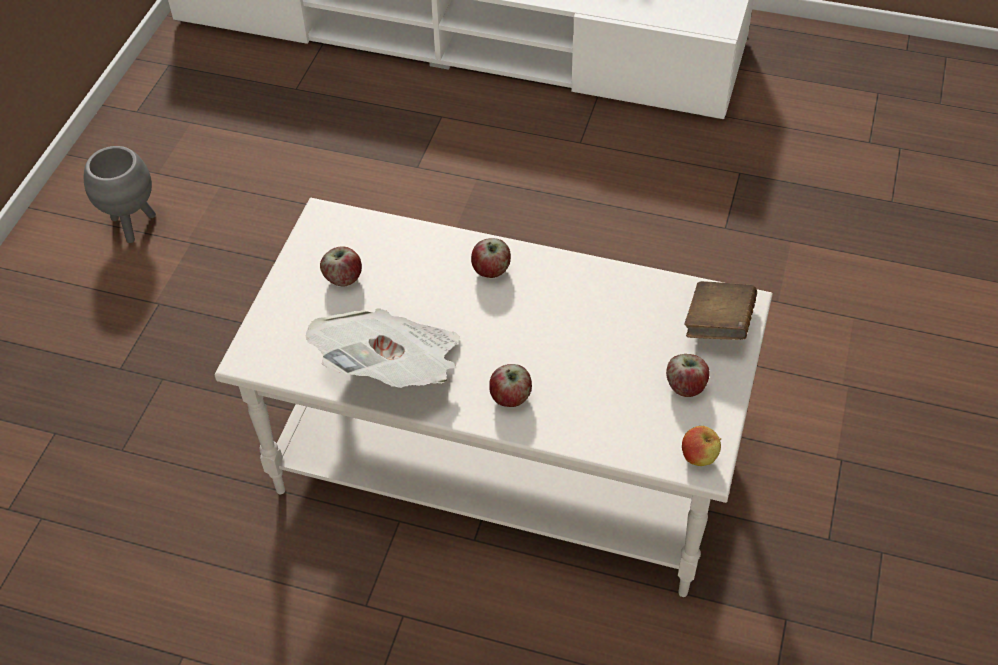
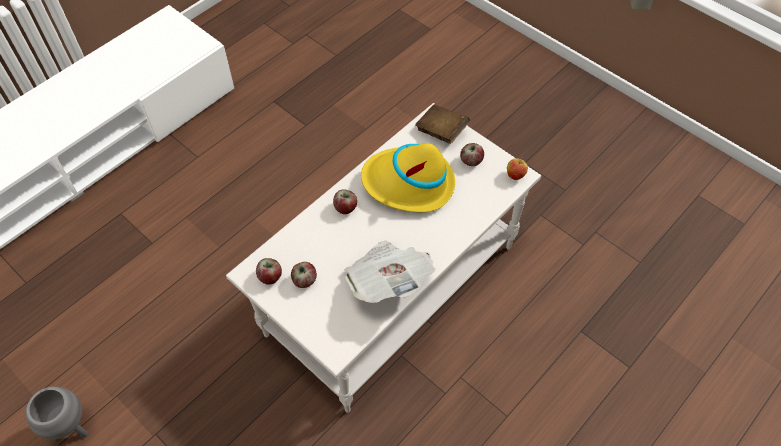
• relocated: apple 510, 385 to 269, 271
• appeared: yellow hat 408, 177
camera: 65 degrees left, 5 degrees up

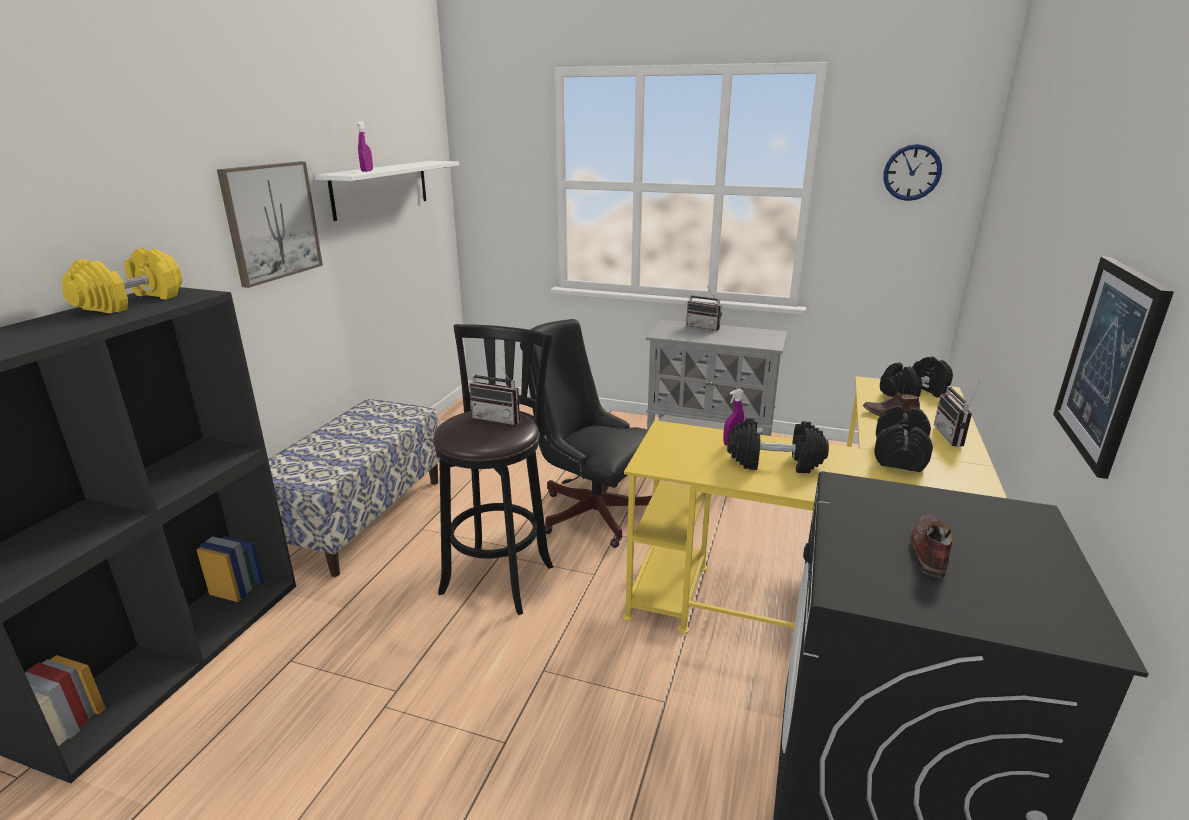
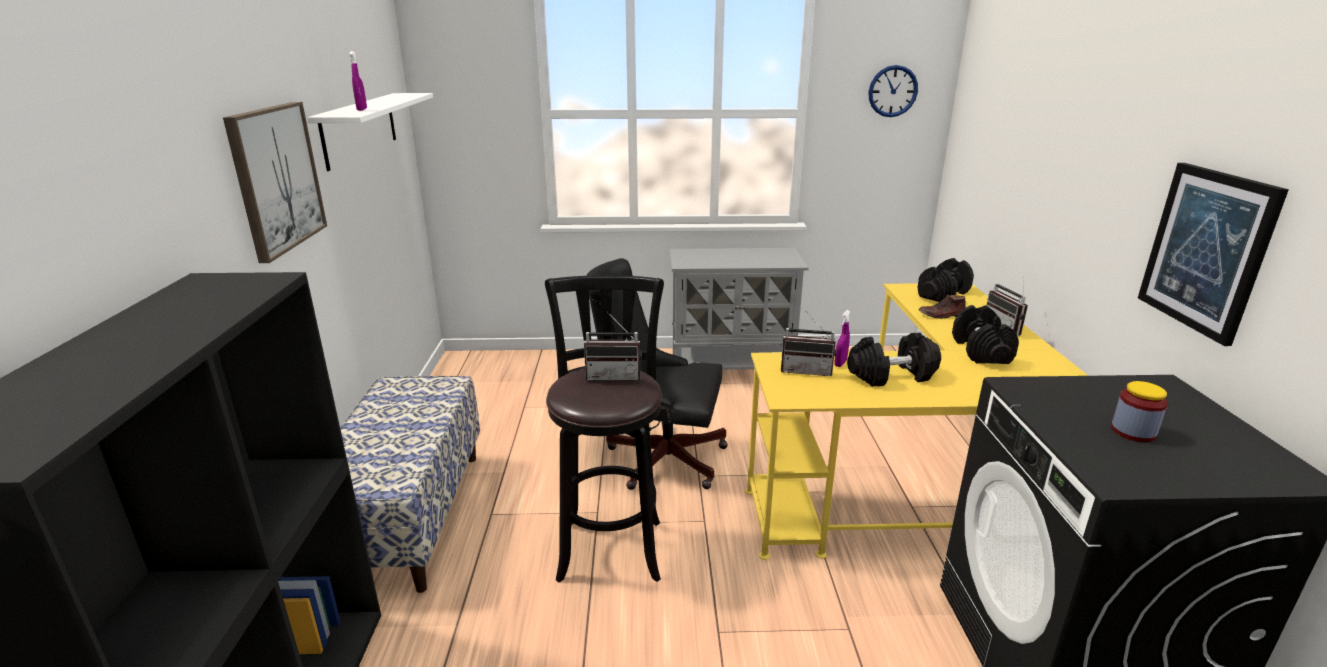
• relocated: radio 704, 308 to 808, 344
• exchanged: brown shoe 931, 546 to jar 1139, 411
• missing: yellow dumbbell 122, 280
camera: 20 degrees left, 0 degrees up

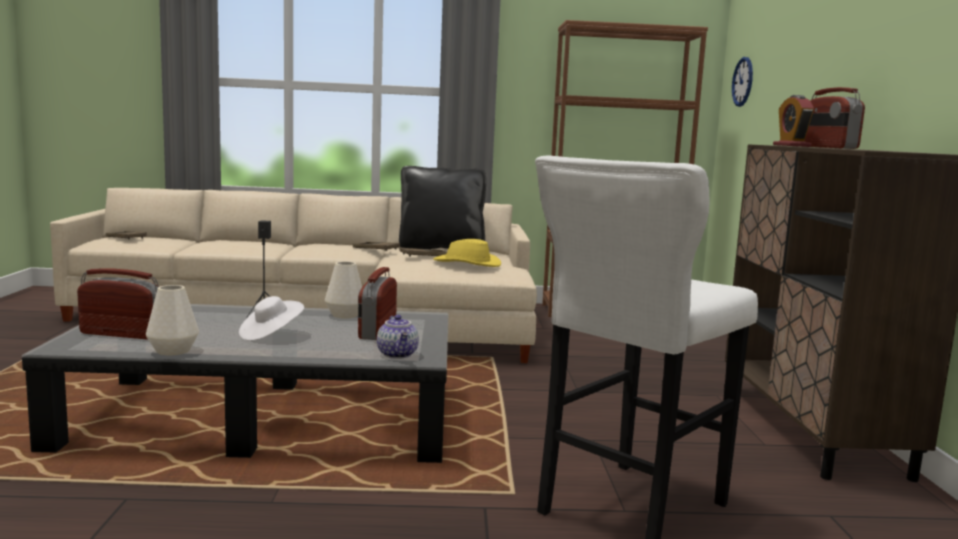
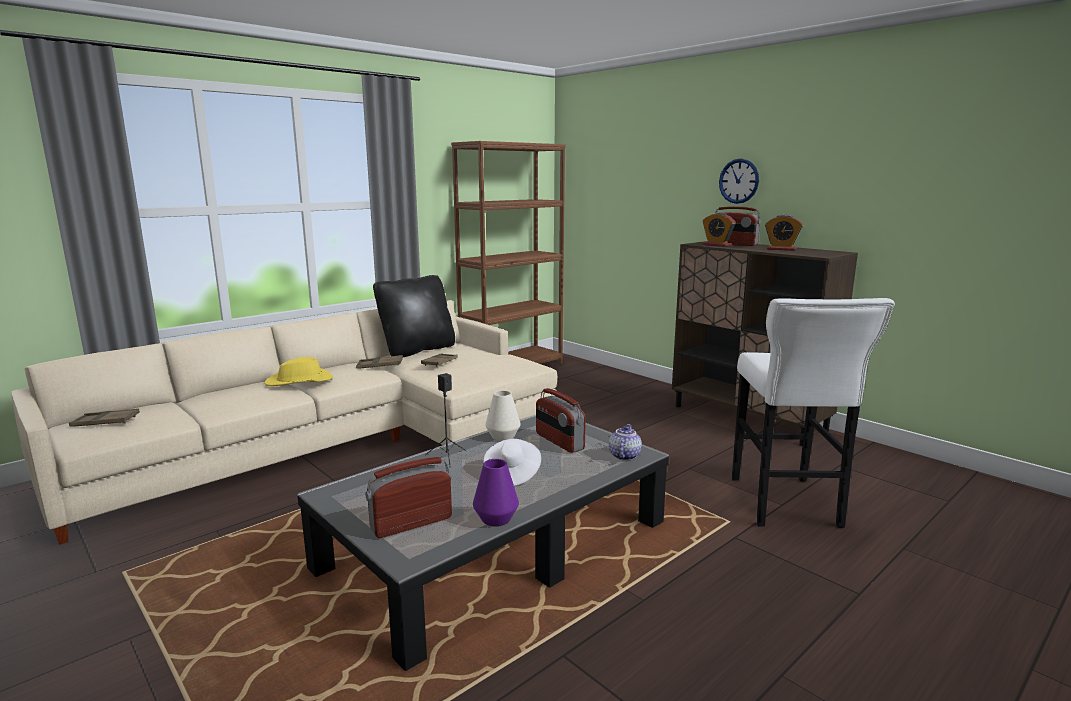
• relocated: yellow hat 467, 253 to 298, 371
• colour: white vase 172, 320 to purple vase 496, 492
• spun: teapot 398, 337 = 625, 442 105 degrees counterclockwise
• relocated: wall clock 742, 82 to 739, 181
• appeared: alarm clock 784, 233
camera: 40 degrees left, 5 degrees up

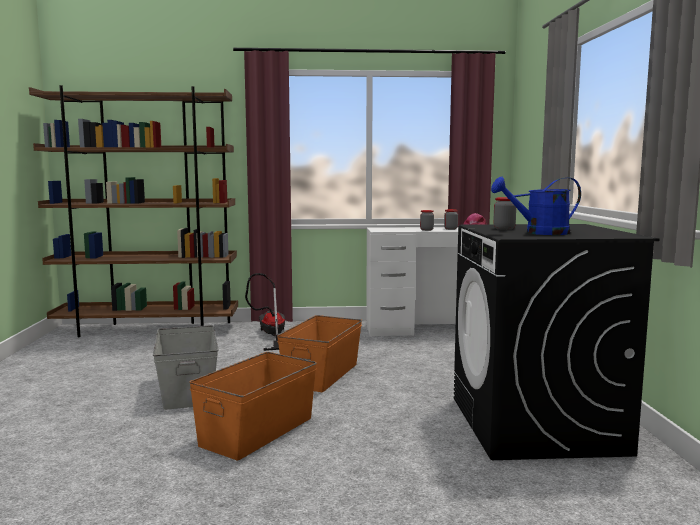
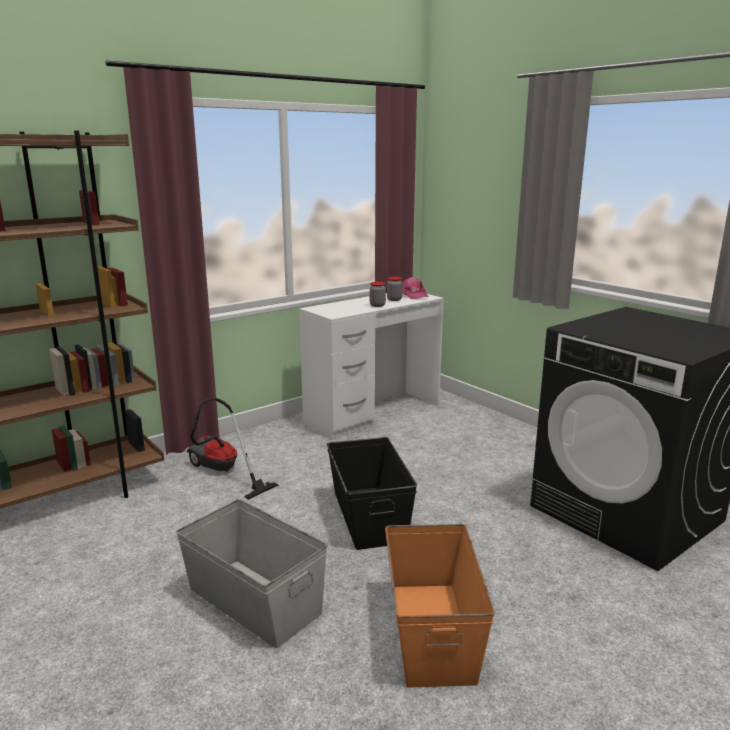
• colour: orange storage box 319, 353 to black storage box 372, 493
• missing: blue watering can 536, 206
• missing: jar 504, 213
camera: 35 degrees left, 10 degrees up

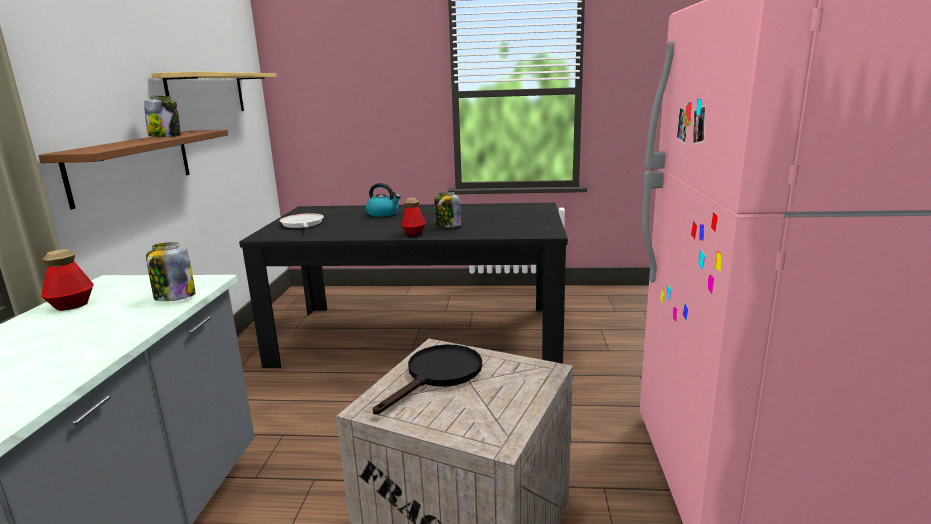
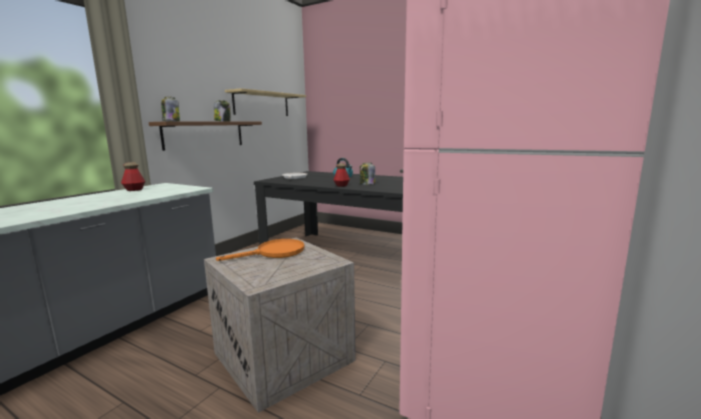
• relocated: jar 171, 271 to 170, 109
• colour: black frying pan 427, 379 to orange frying pan 260, 250
camera: 25 degrees right, 5 degrees down

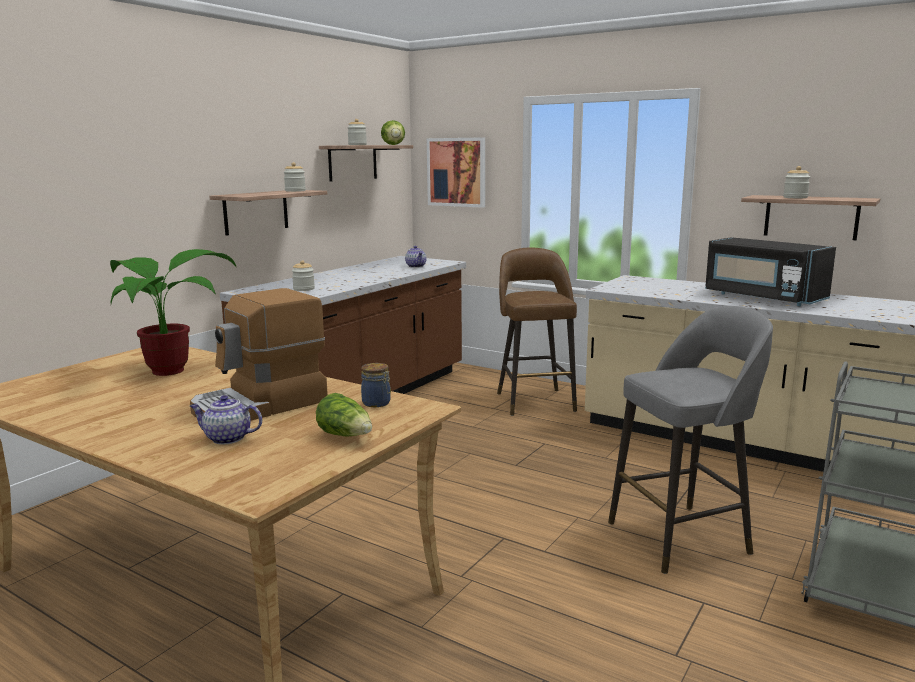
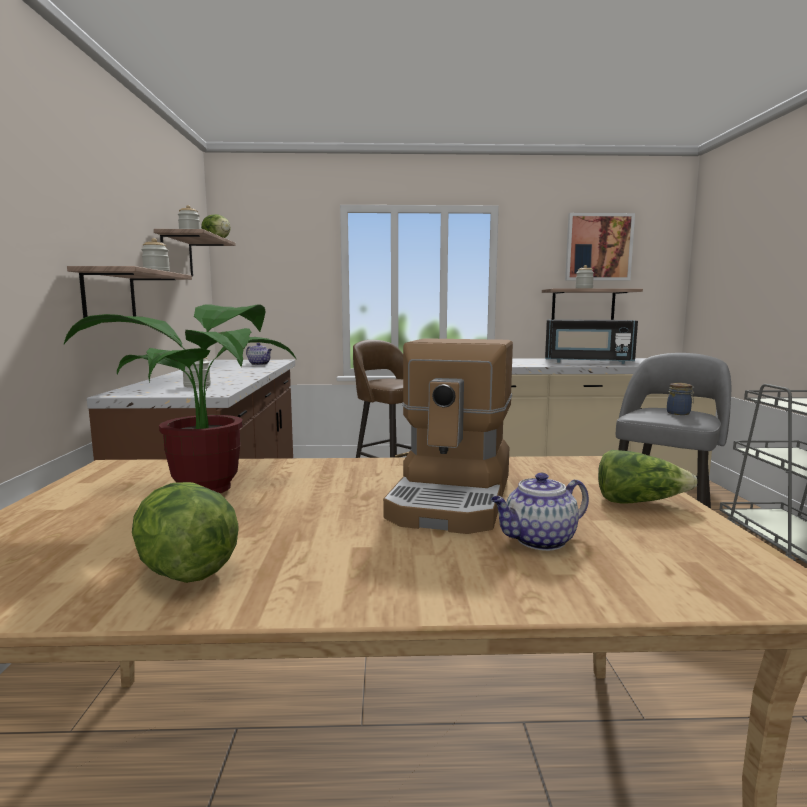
• appeared: lettuce 185, 532
• relocated: picture 456, 172 to 600, 247
• relocated: jar 376, 385 to 680, 399
camera: 35 degrees left, 5 degrees down

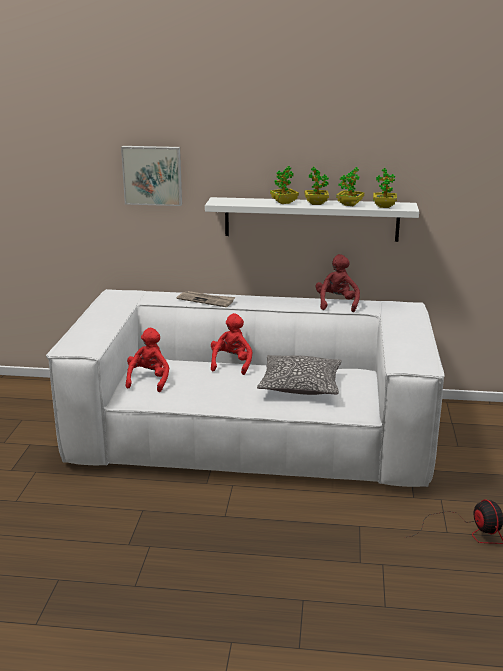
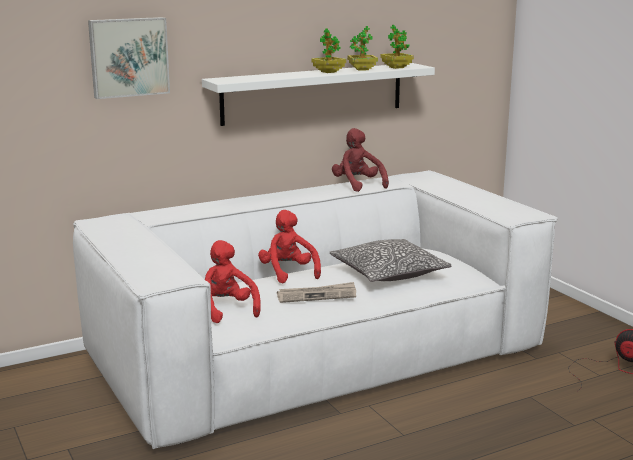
• relocated: newspaper 206, 299 to 316, 292
• missing: potted plant 284, 185
camera: 35 degrees left, 5 degrees down

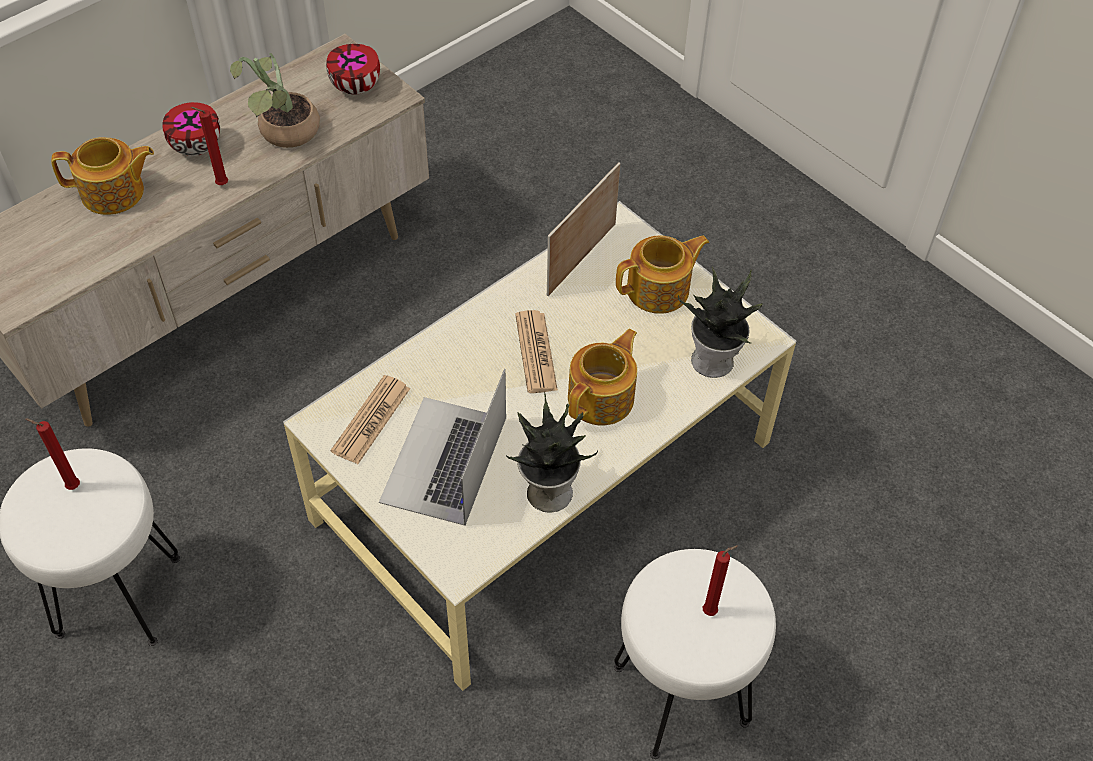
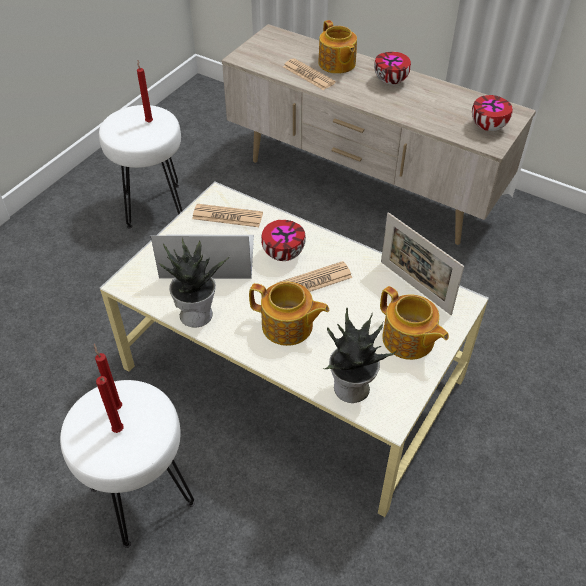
• relocated: red candle 209, 146 to 108, 377
• appeared: bowl 283, 240
• appeared: newspaper 309, 74
• spun: picture frame 583, 229 = 422, 263 150 degrees counterclockwise
• missing: potted plant 275, 100
camera: 75 degrees right, 5 degrees down

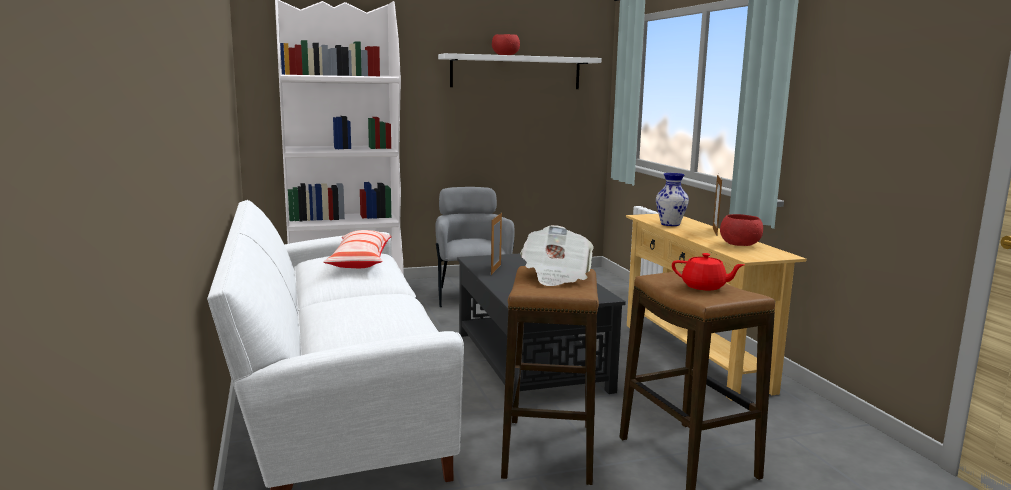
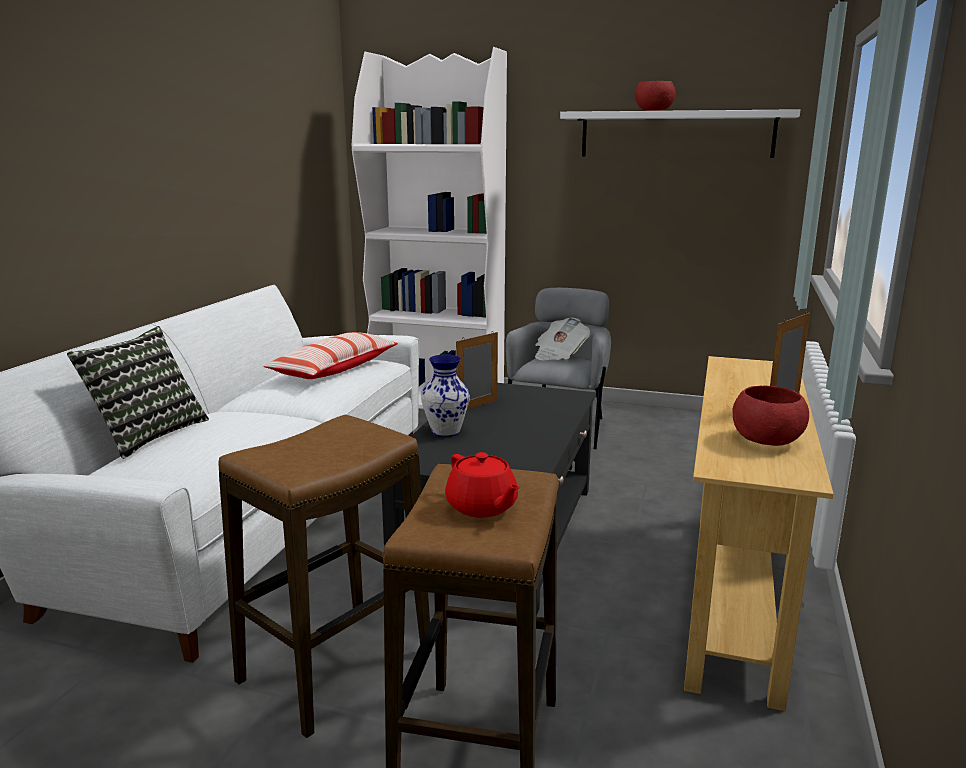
• appeared: pillow 138, 392
• relocated: vase 672, 199 to 445, 395
• relocated: newspaper 557, 255 to 562, 339
camera: 35 degrees right, 5 degrees up

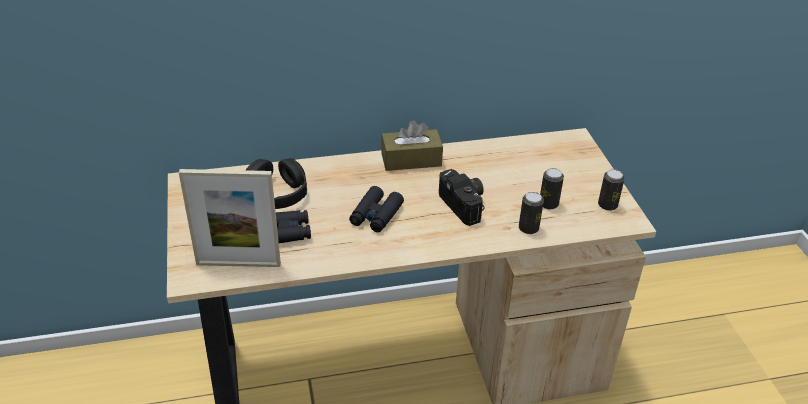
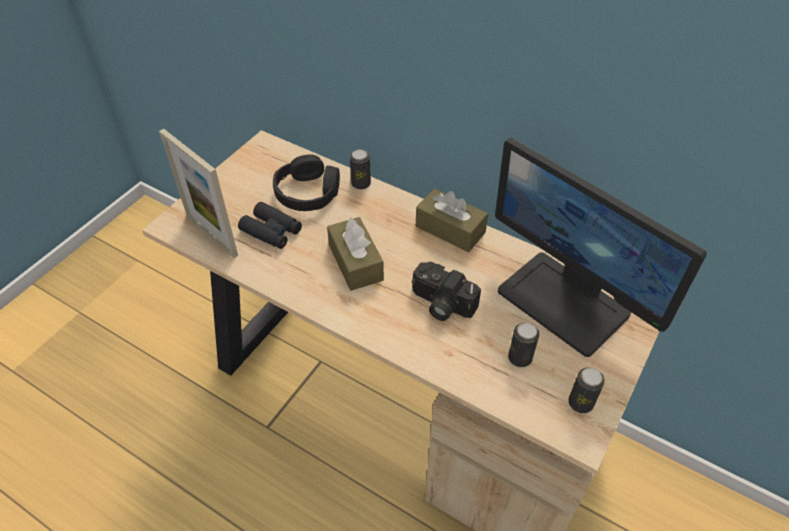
• exchanged: black binoculars 376, 209 to brown tissue box 355, 254
• relocated: can 531, 213 to 360, 169
• spun: photo camera 462, 197 = 446, 291 105 degrees clockwise
• appeared: monitor 601, 247
camera: 45 degrees right, 10 degrees up

